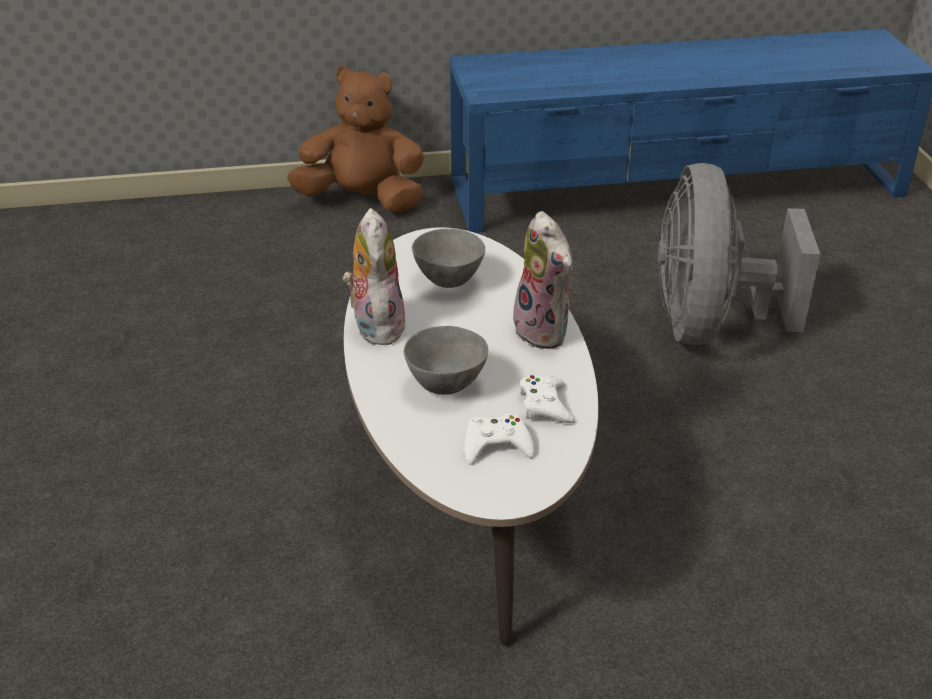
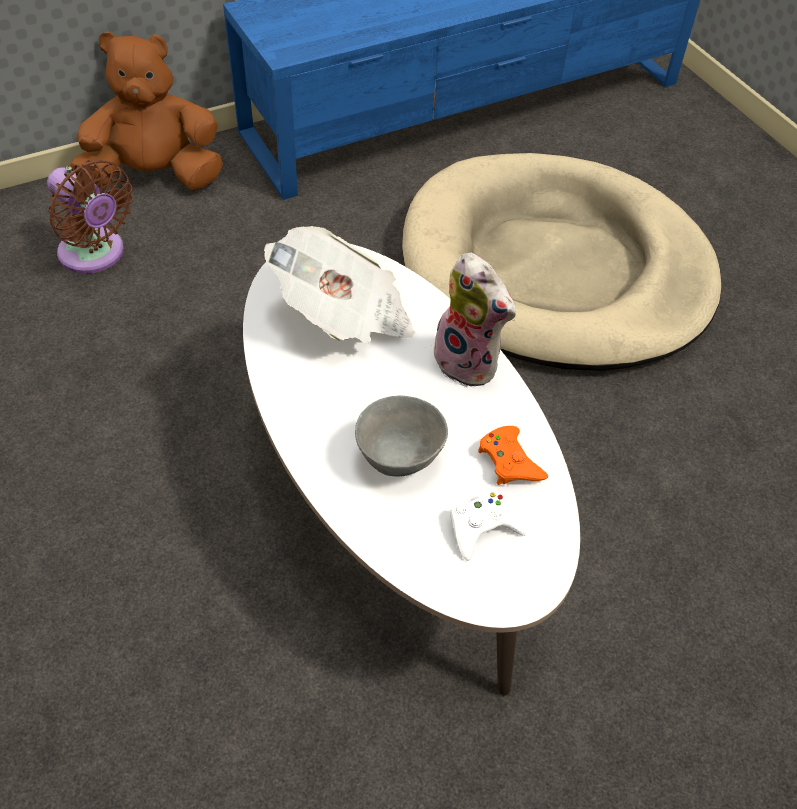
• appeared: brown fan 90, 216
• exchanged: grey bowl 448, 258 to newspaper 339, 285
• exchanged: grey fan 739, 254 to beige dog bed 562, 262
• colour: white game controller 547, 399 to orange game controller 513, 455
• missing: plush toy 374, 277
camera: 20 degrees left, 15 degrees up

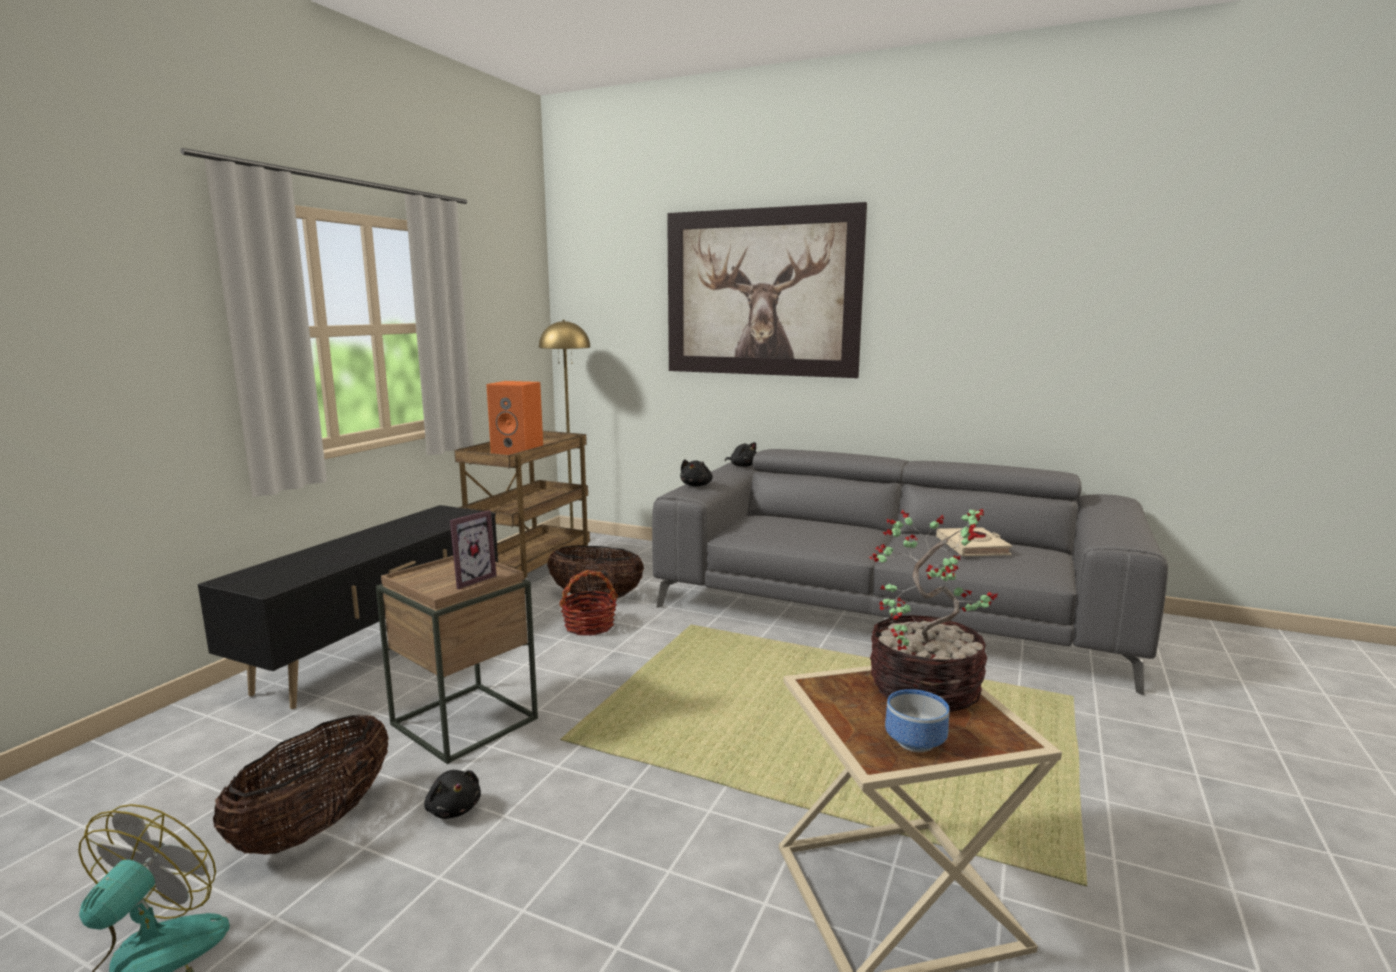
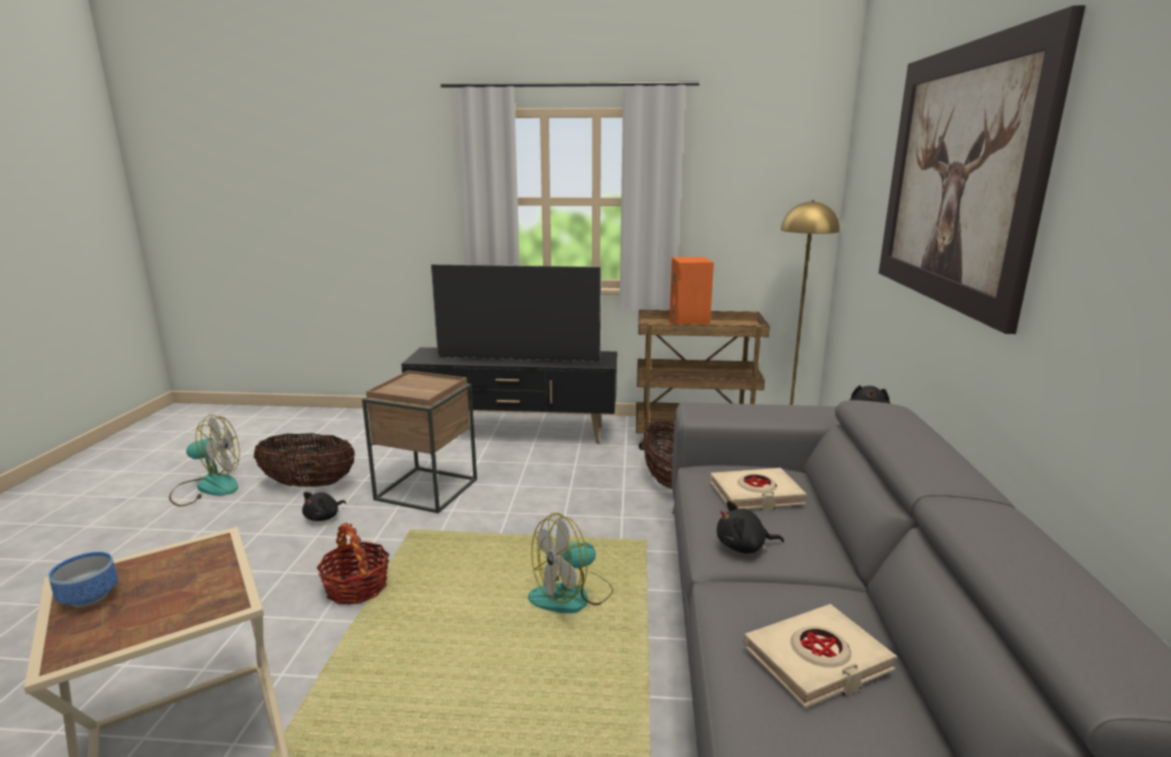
• relocated: basket 588, 603 to 353, 564
• appeared: television 516, 312
• appeared: fan 570, 563
• appeared: beige book 758, 489
• relocated: black plush toy 696, 472 to 750, 527
• missing: picture frame 473, 549
• missing: potted plant 933, 610
camera: 70 degrees right, 5 degrees up

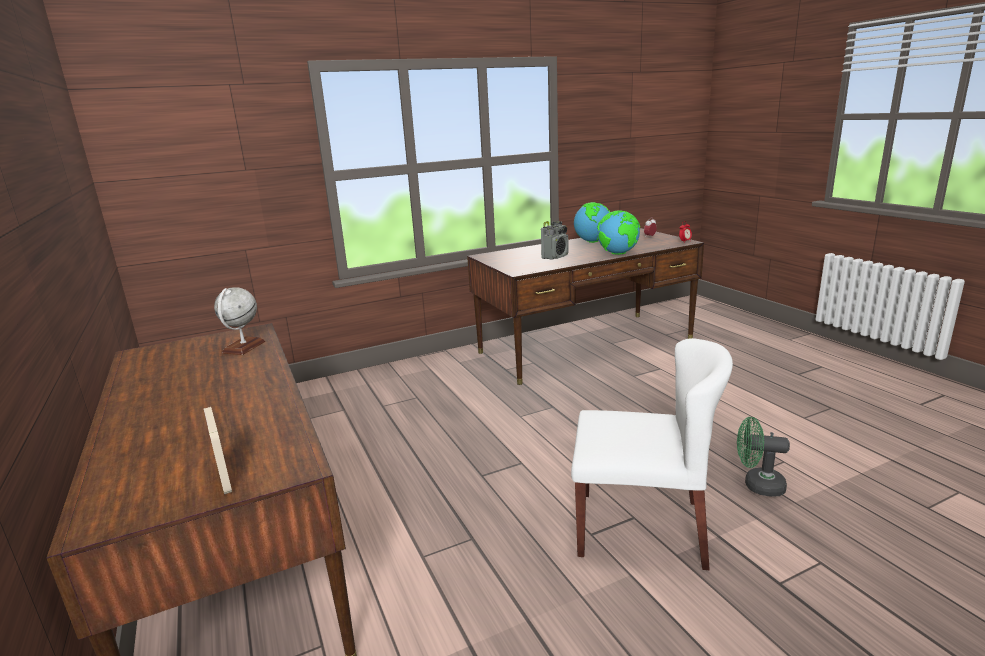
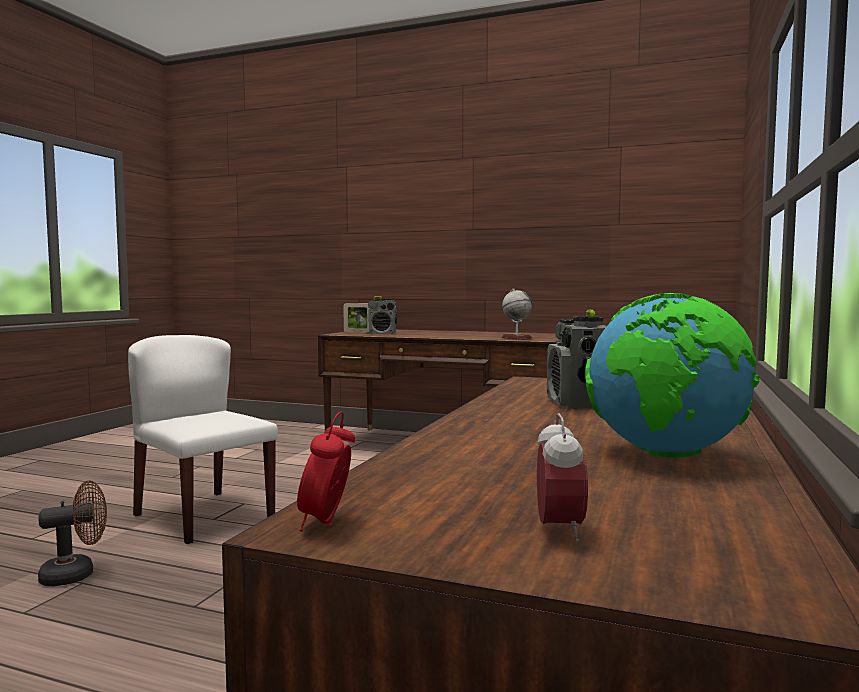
• colour: green fan 763, 457 to brown fan 72, 533
• spun: white chair 652, 454 = 203, 439 75 degrees clockwise
• appeared: radio 382, 315
• missing: globe 619, 232
camera: 135 degrees right, 15 degrees down

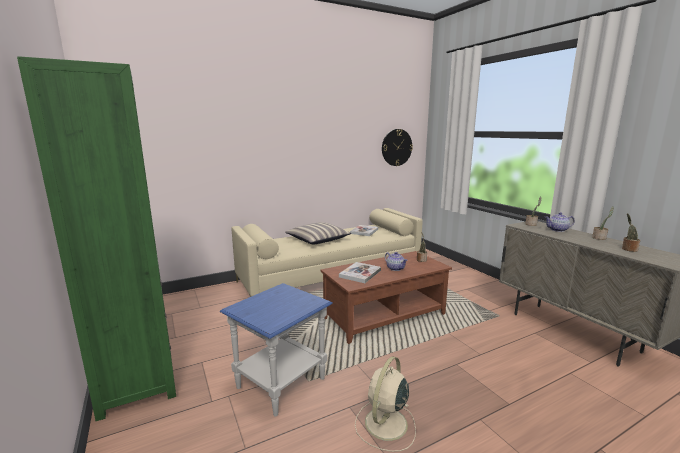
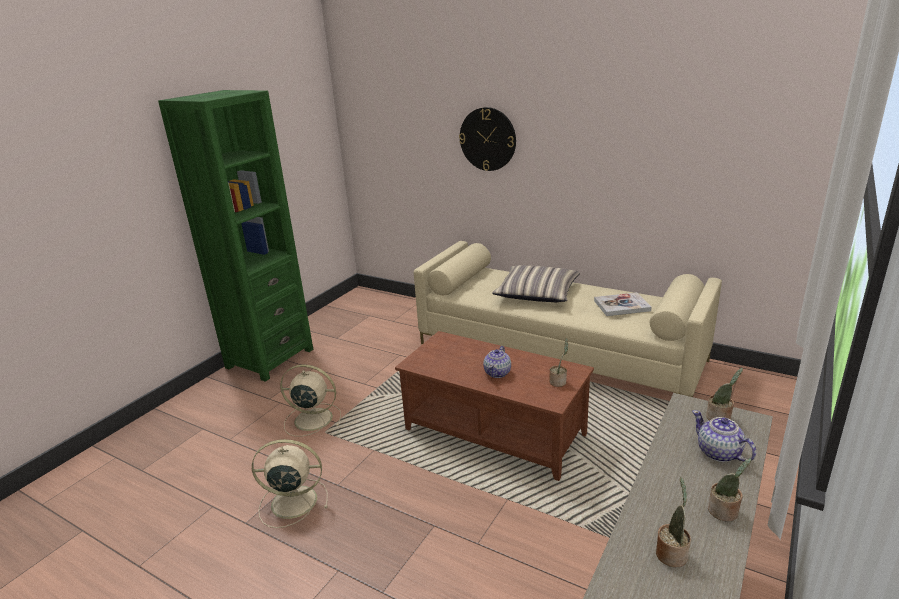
• exchanged: blue side table 276, 349 to beige fan 310, 400
• relocated: wall clock 397, 147 to 487, 139
• missing: book 360, 272
camera: 60 degrees right, 10 degrees up

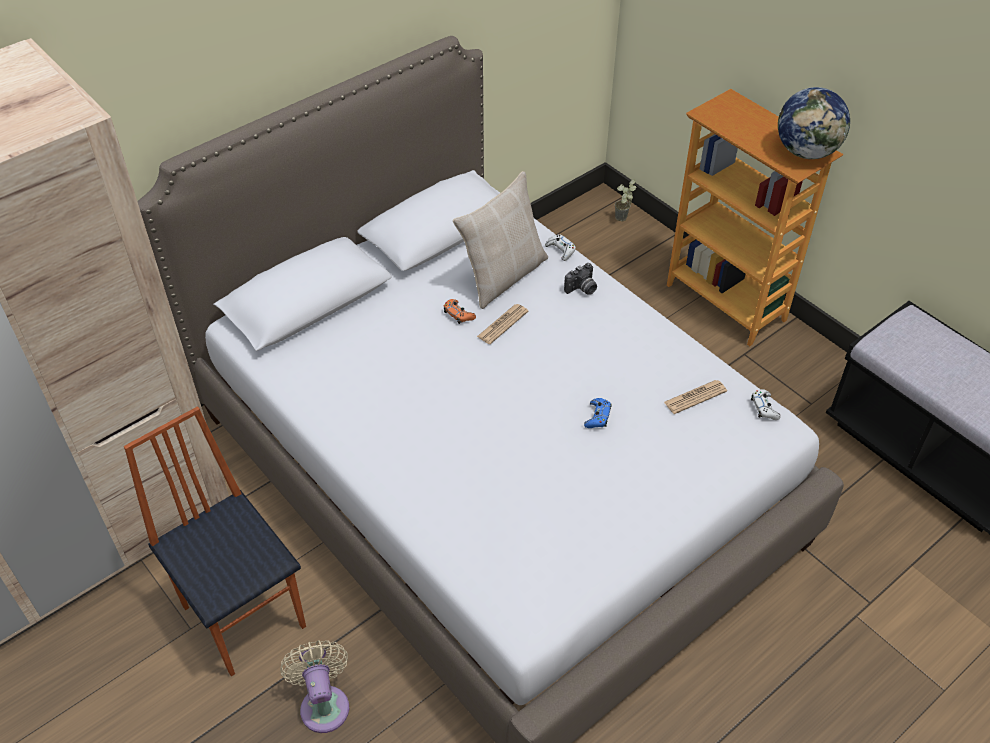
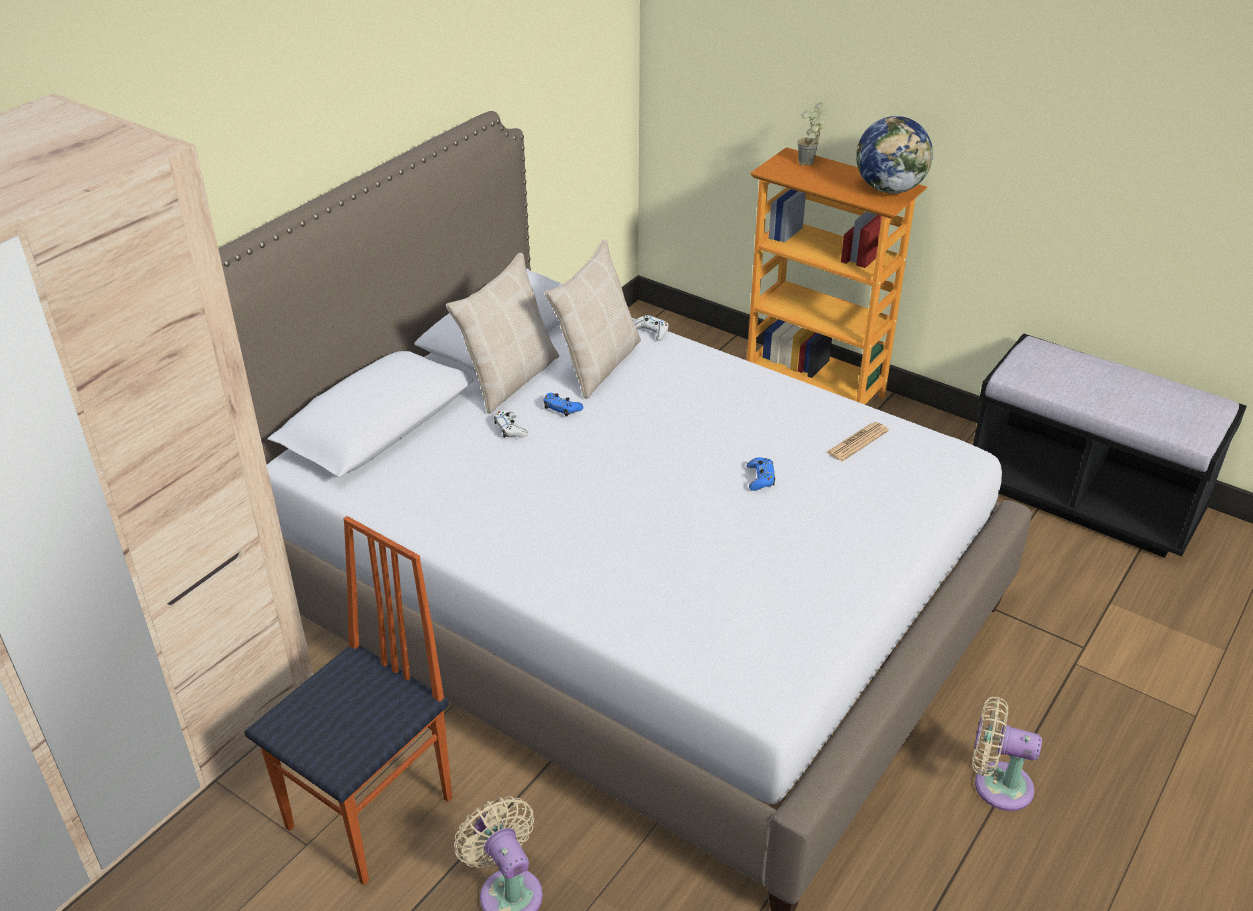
• spun: chair 215, 541 = 348, 700 90 degrees clockwise
• appeared: beige pillow 502, 333
• relocated: white game controller 766, 404 to 511, 424
• colour: orange game controller 460, 311 to blue game controller 563, 405
• relocated: potted plant 626, 200 to 812, 133
• appeared: beige fan 1007, 753
• missing: newspaper 502, 324
• missing: photo camera 580, 279
camera: 15 degrees left, 10 degrees down

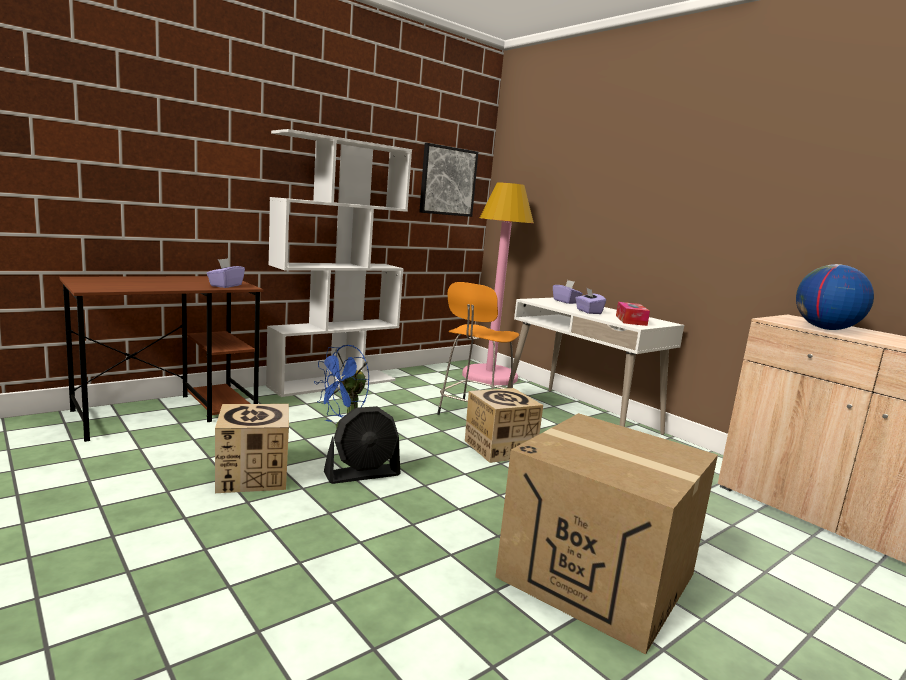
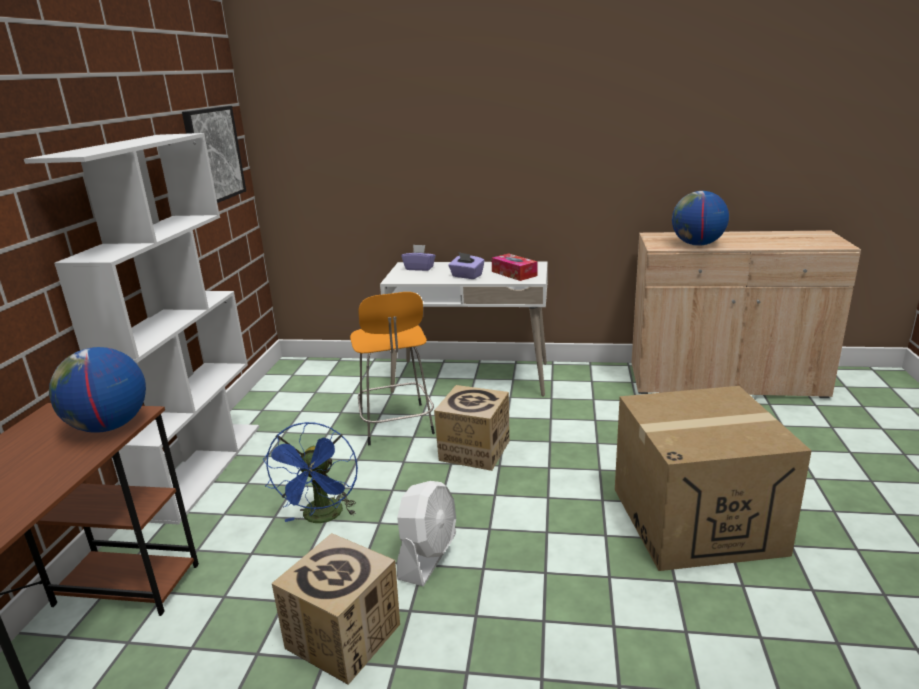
• exchanged: purple tissue box 226, 273 to globe 97, 390
• colour: black fan 362, 445 to white fan 426, 533
• missing: pink floor lamp 498, 283
camera: 40 degrees left, 10 degrees up

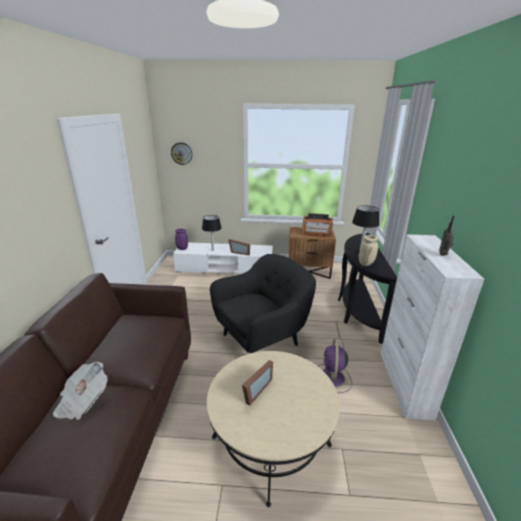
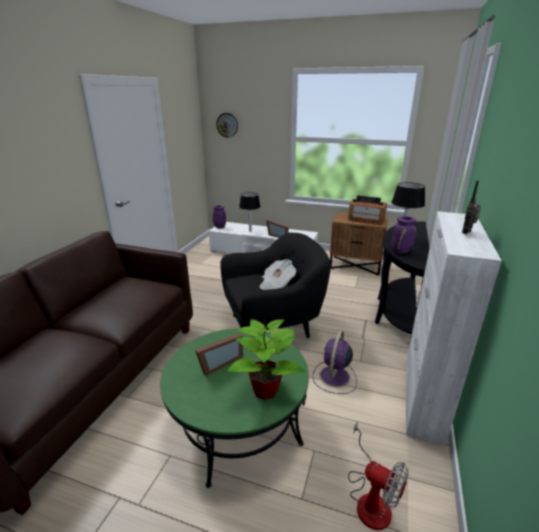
• colour: beige coffee table 273, 429 to green coffee table 234, 408
• appeared: potted plant 266, 358
• relocated: newspaper 80, 391 to 277, 274
• appeared: fan 378, 475
• colour: beige vase 368, 250 to purple vase 403, 235
camera: 15 degrees right, 0 degrees up

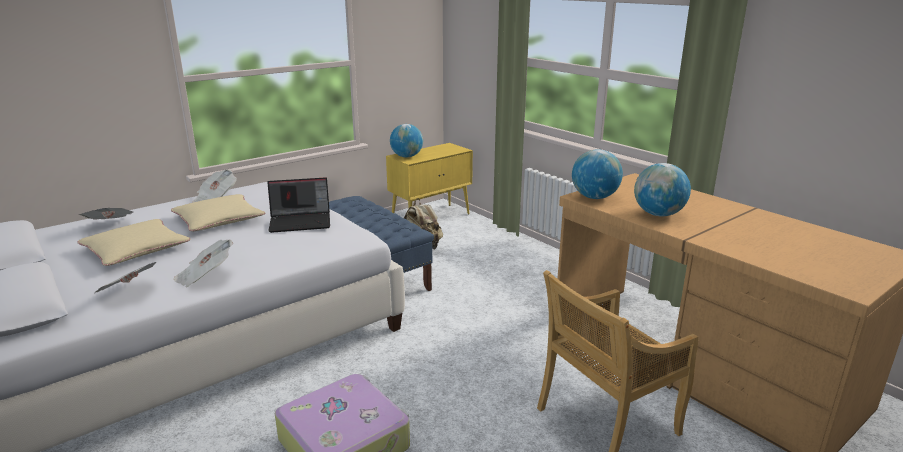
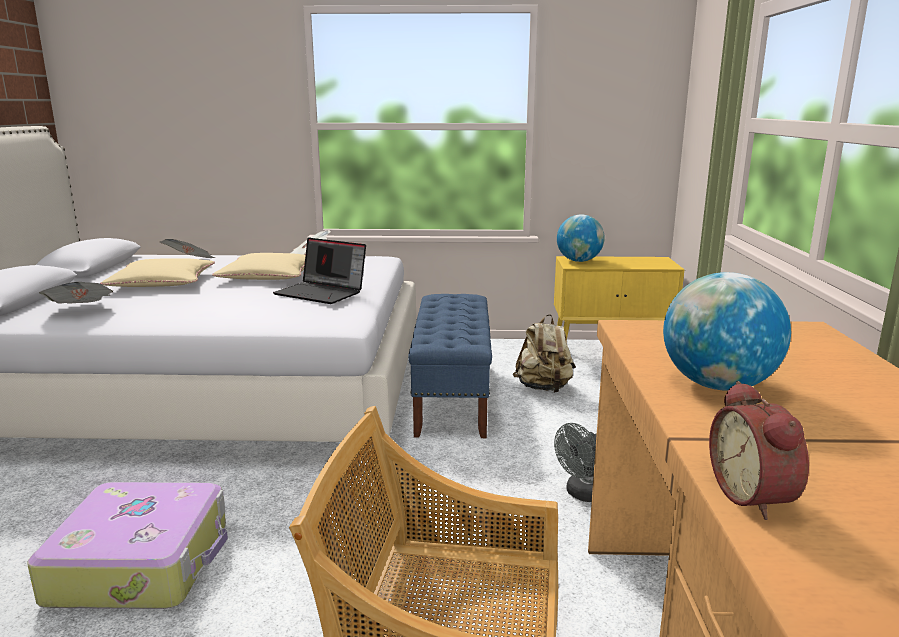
• appeared: grey fan 575, 462
• appeared: alarm clock 759, 450
• missing: newspaper 203, 263
• missing: globe 597, 174
camera: 40 degrees right, 5 degrees down

